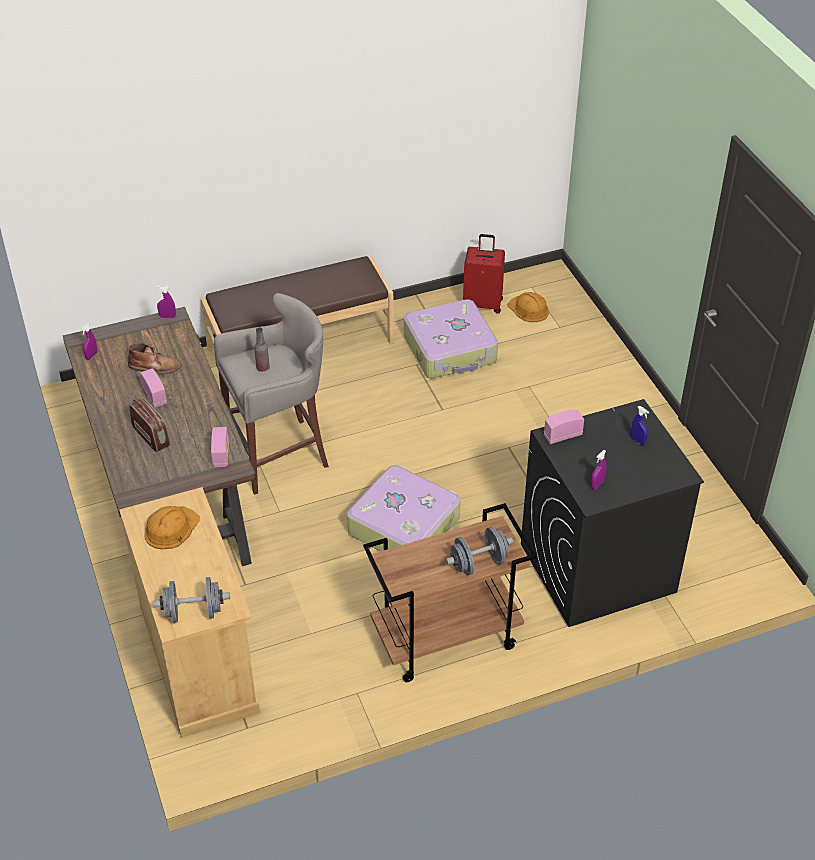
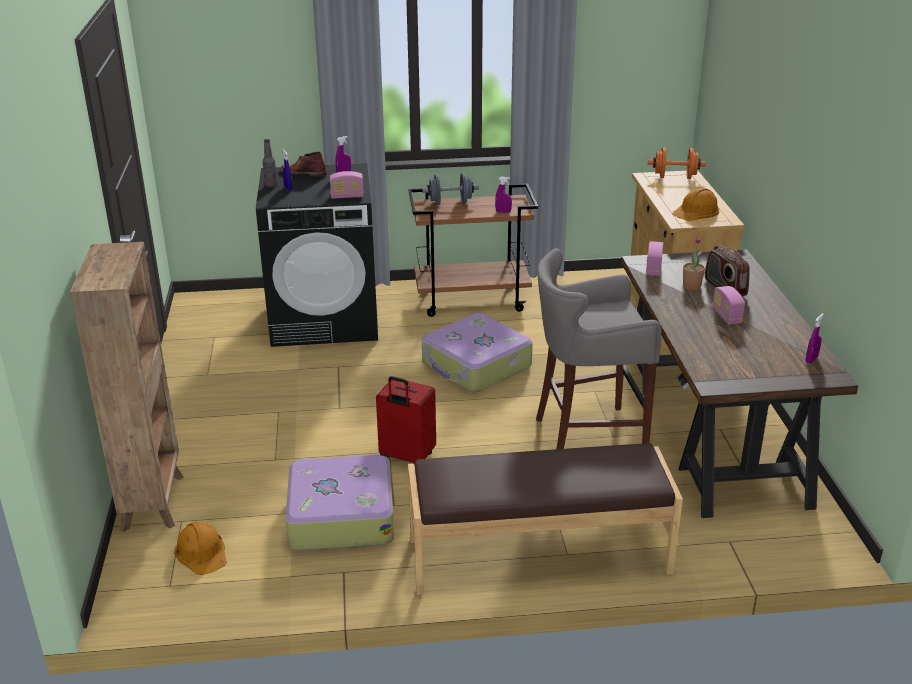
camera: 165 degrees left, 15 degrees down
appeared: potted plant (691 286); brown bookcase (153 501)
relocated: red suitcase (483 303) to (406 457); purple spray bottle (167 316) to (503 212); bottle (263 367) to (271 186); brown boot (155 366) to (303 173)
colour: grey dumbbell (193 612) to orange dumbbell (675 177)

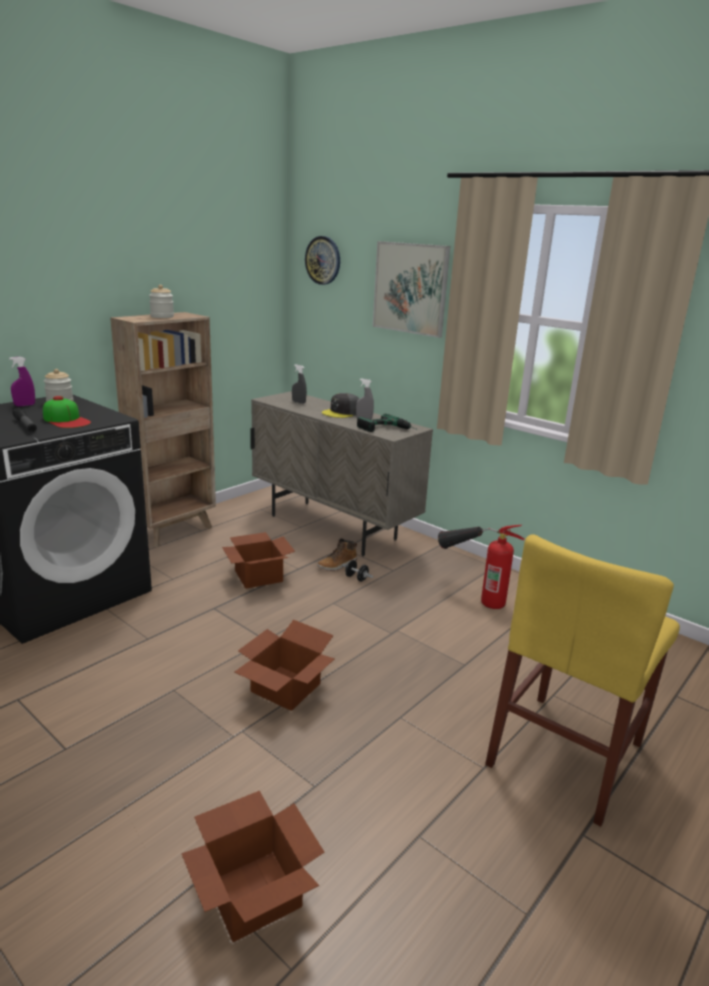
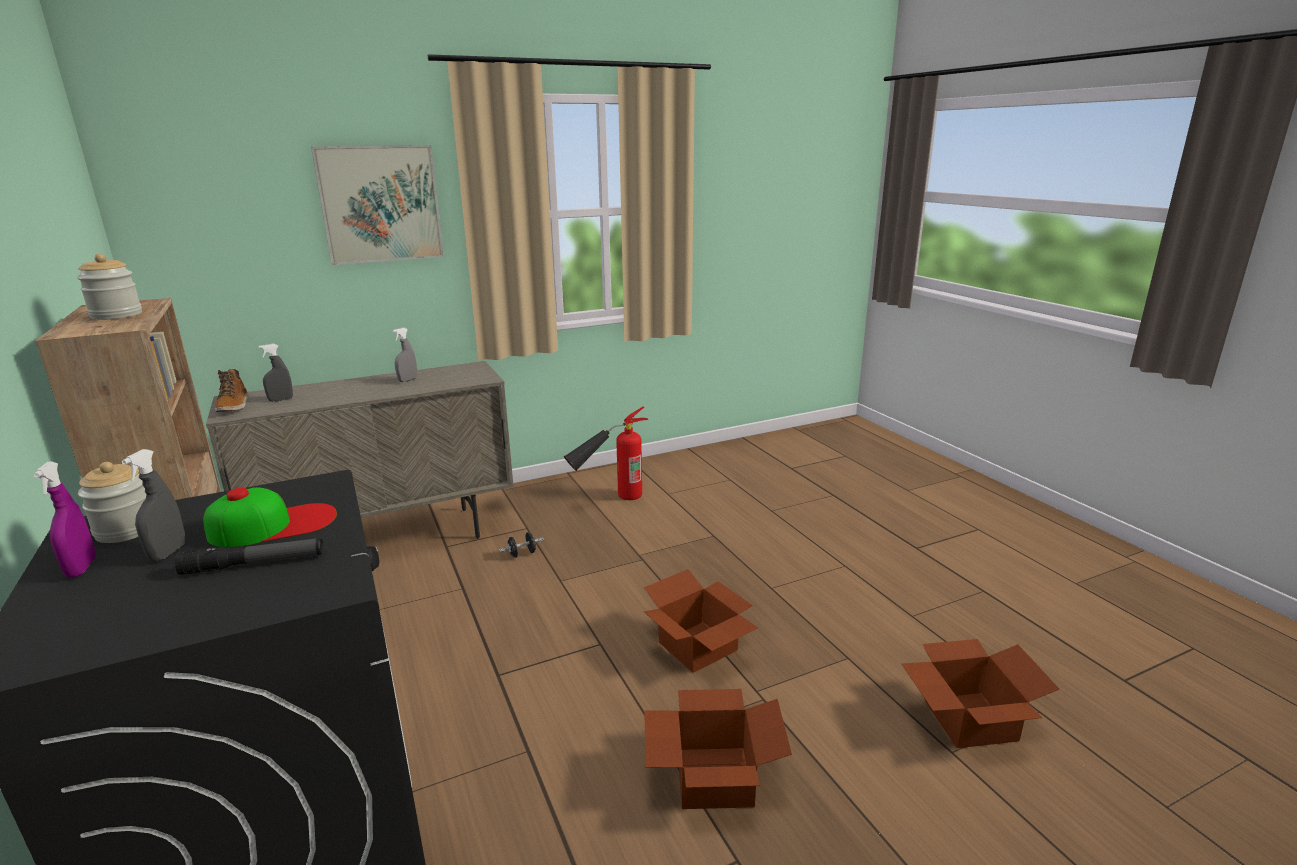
camera: 65 degrees left, 0 degrees up
missing: wall clock (323 260); grey cap (342 412); power drill (388 429); yellow chair (566 754)
appeared: grey spray bottle (168 553)
relocated: cardboard box (259 575) to (711 776); boot (337 565) to (233 405)

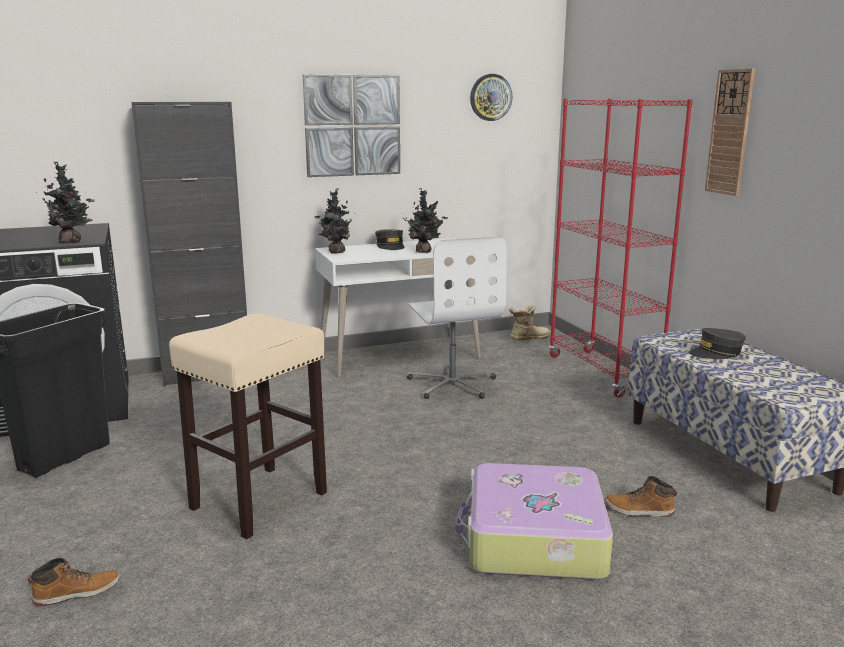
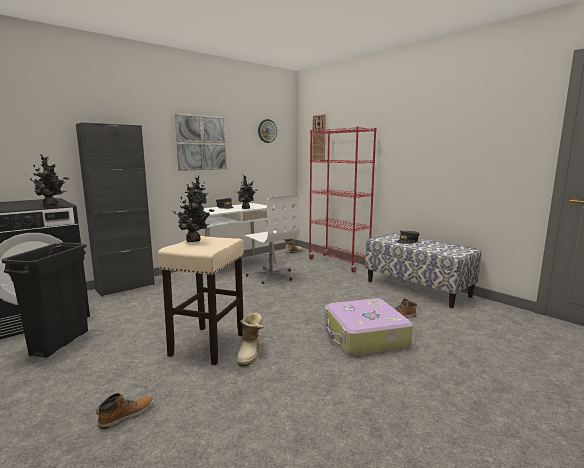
camera: 20 degrees left, 5 degrees down
appeared: potted plant (194 241); boot (250 354)
relocated: wall clock (730 132) to (319 138)

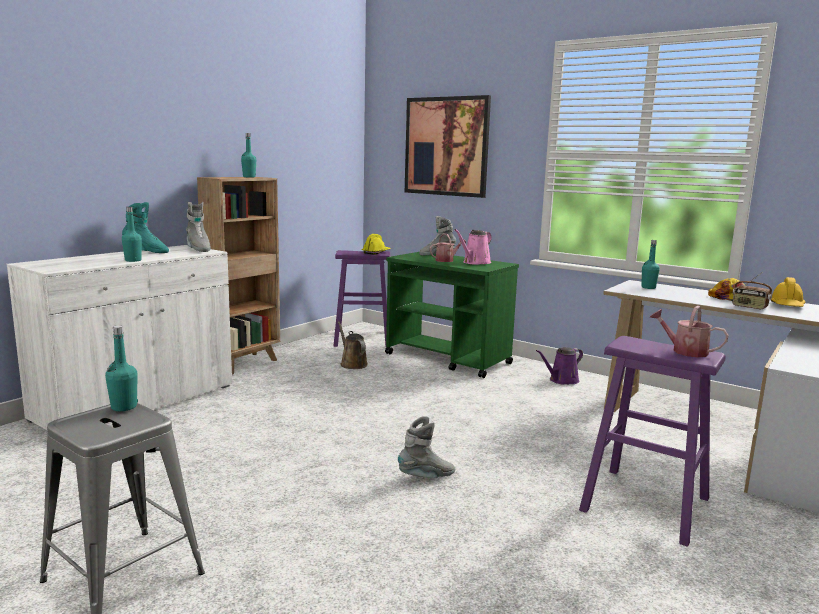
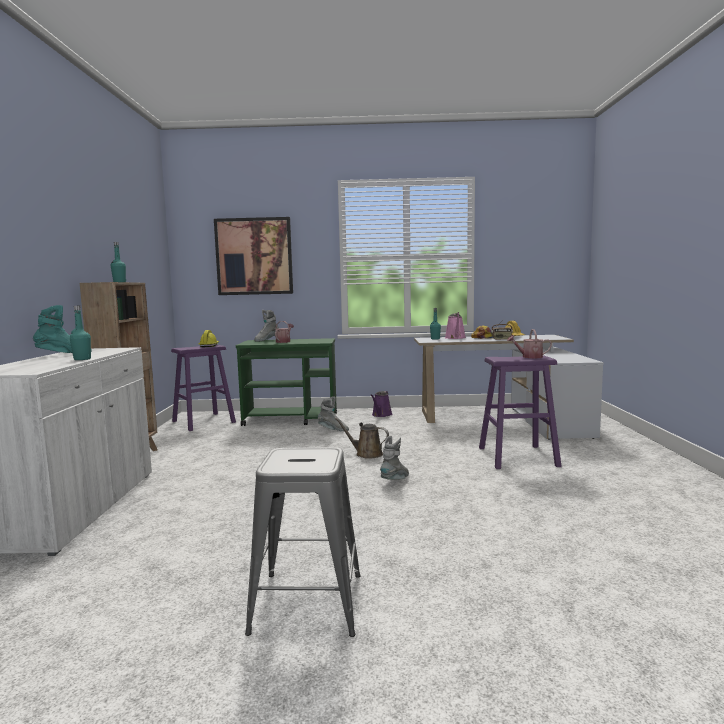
camera: 35 degrees left, 5 degrees down
missing: turquoise bottle (124 407)
relocated: grey boot (198 249) to (333 430); pink watering can (475 262) to (455 338); brown watering can (352 364) to (366 454)

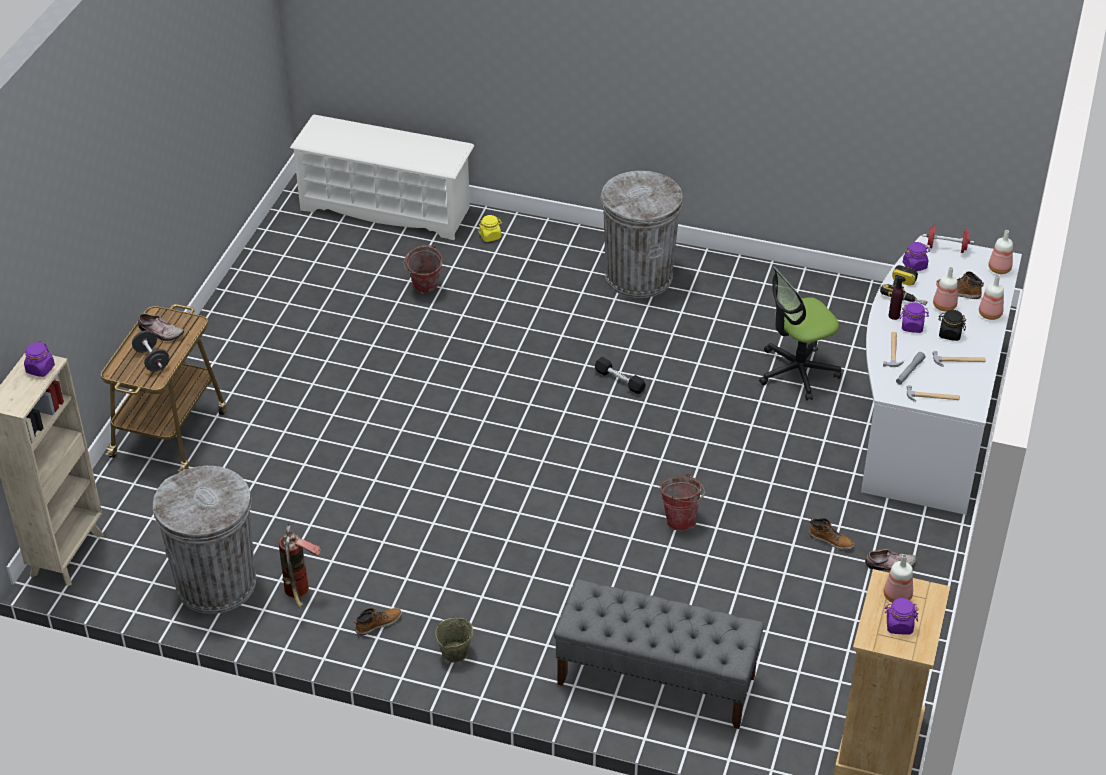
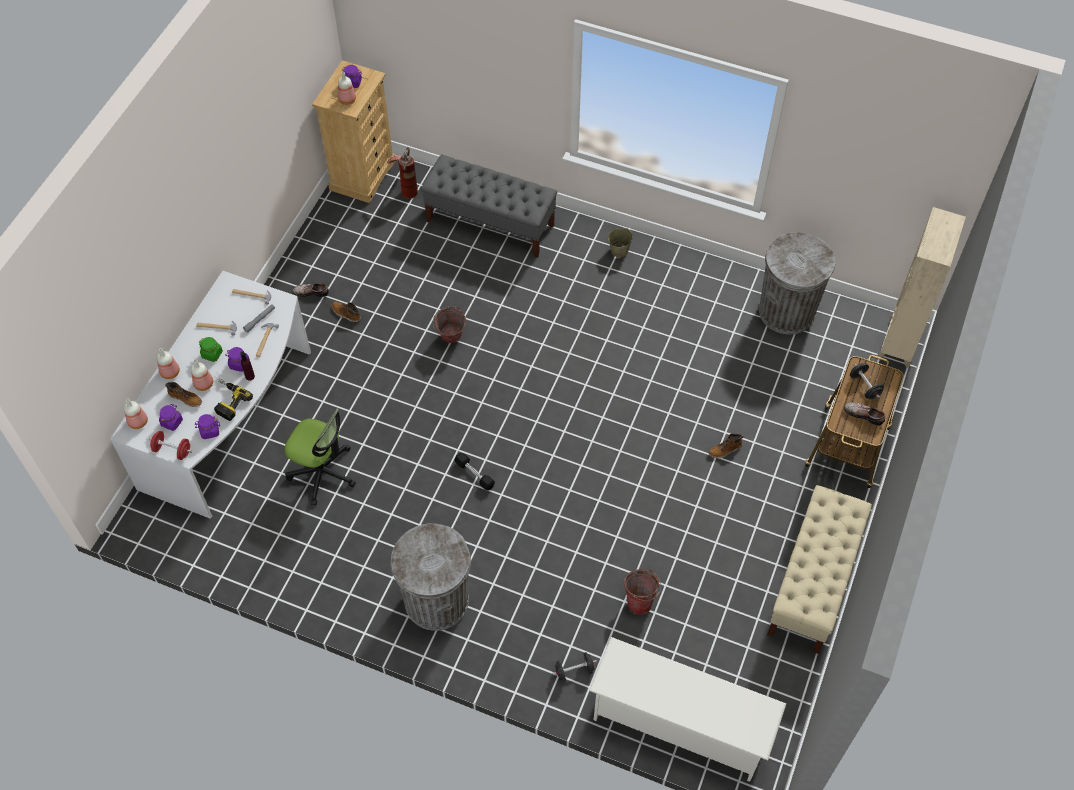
camera: 175 degrees left, 15 degrees up
appeared: beige bench (812 583)
relocated: purple jar (40 369) to (172 422); fire extinguisher (300 595) to (407 187); boot (378 623) to (725 450)
exchanged: yellow jar (490 236) to black dumbbell (574 671)
colour: black jar (949 334) to green jar (212 354)
spun: office chair (797 371) = (323 472) 45 degrees clockwise

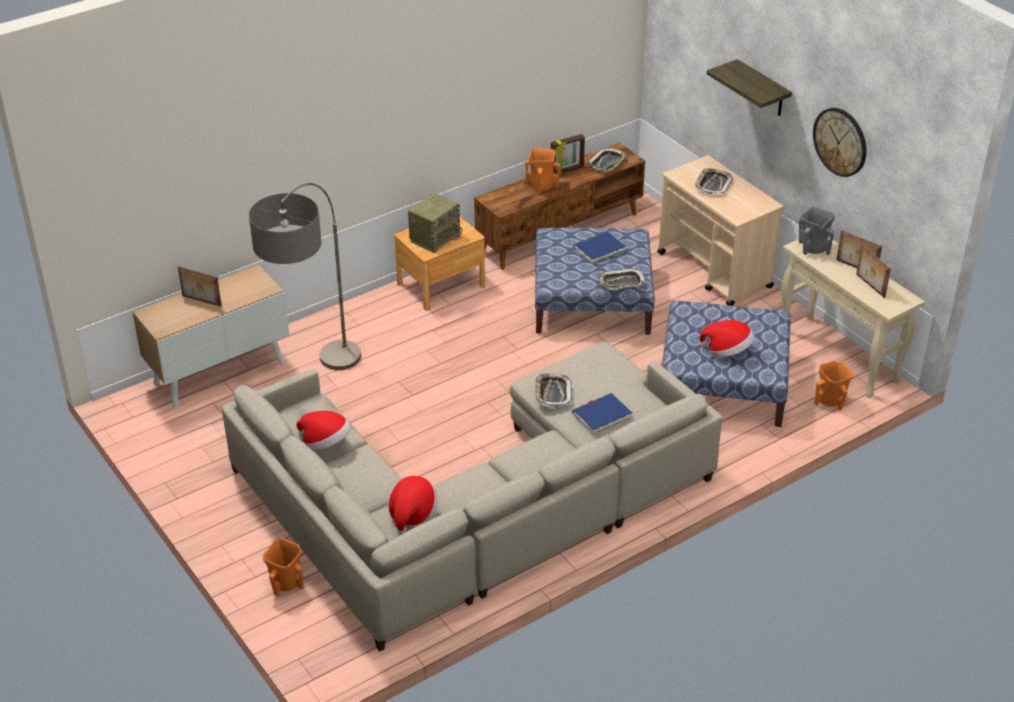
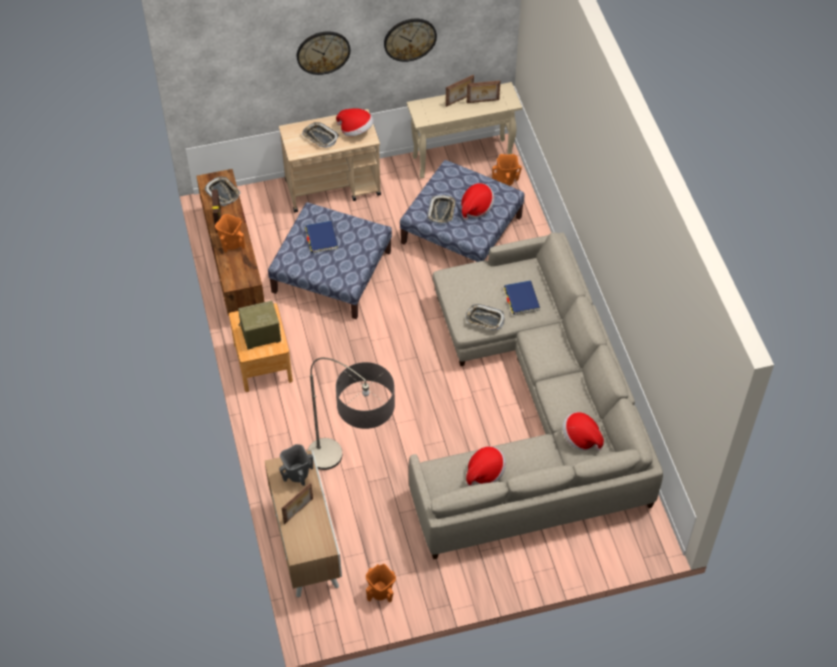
camera: 70 degrees left, 15 degrees up
appeared: hat (356 130)
relocated: grey vase (813 248) to (297 475); tray (621 283) to (442 211); orange vase (286 583) to (380 592)
exchanged: shelf (762 89) to wall clock (323 52)
spun: radio (435 238) = (260 335) 75 degrees counterclockwise

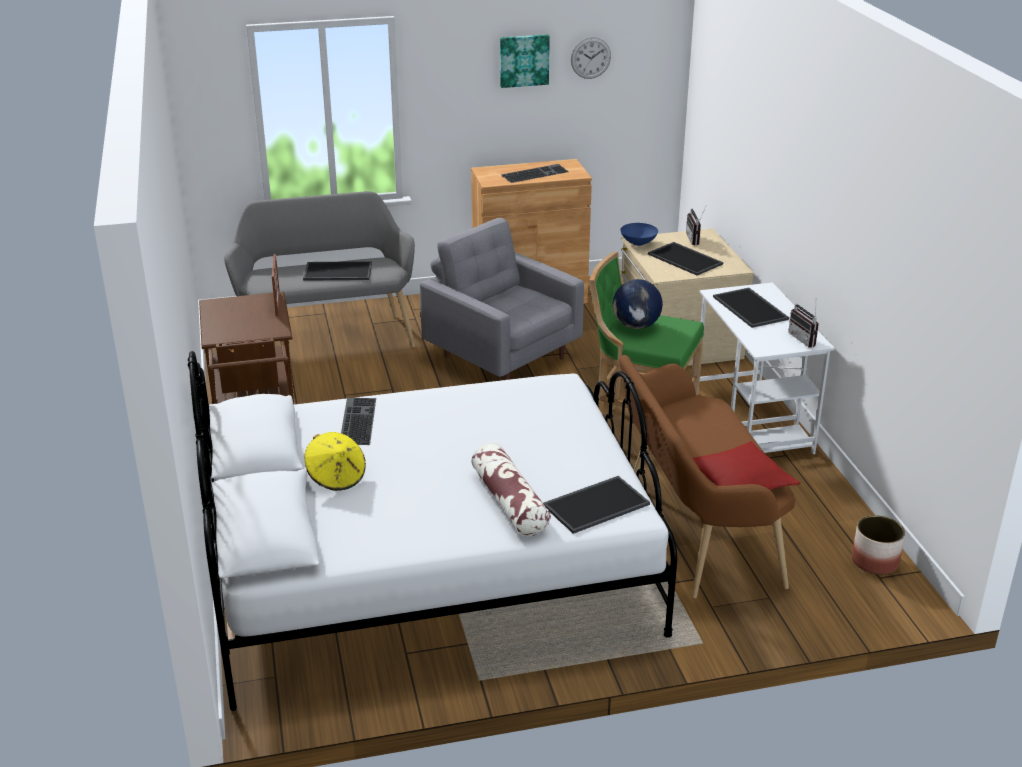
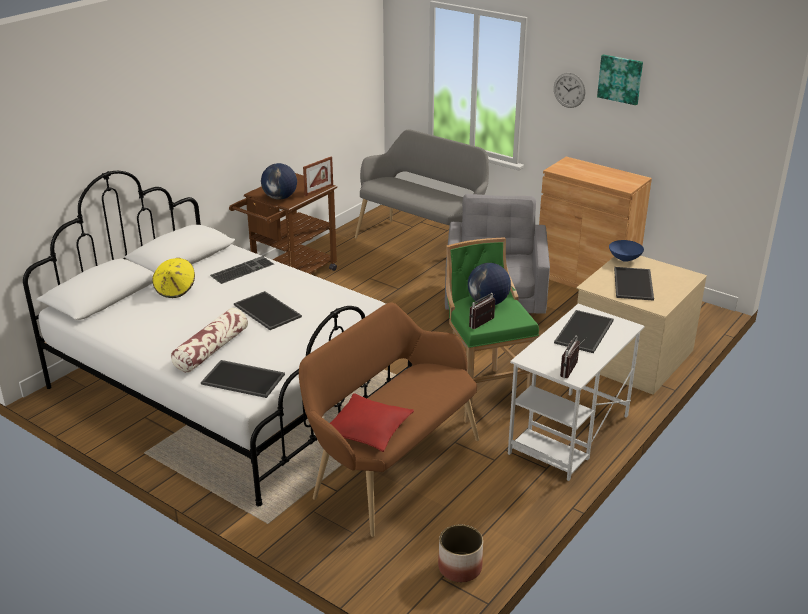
camera: 50 degrees right, 0 degrees up
missing: keyboard (535 173)
appeared: globe (280 198)
relocated: wall clock (590 58) to (569 90); radio (696 239) to (484 324); tray (337 272) to (266 311)

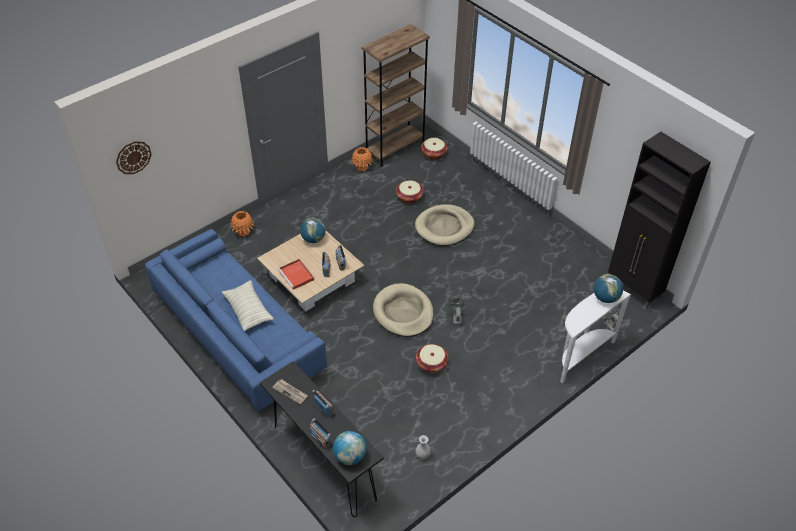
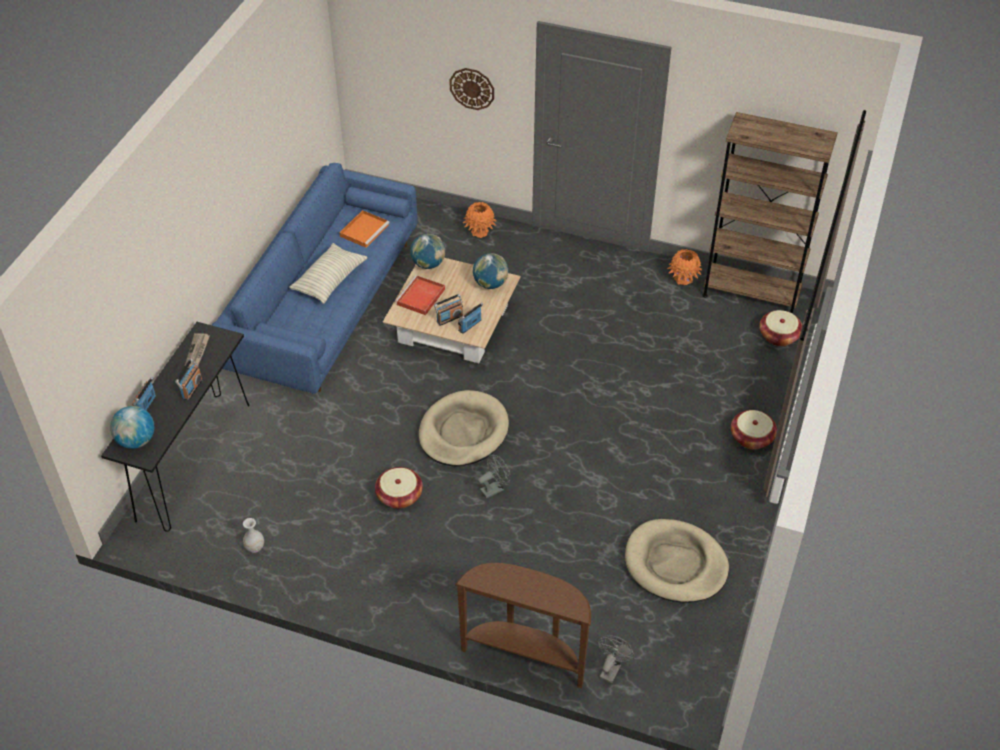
camera: 60 degrees right, 0 degrees up
missing: black cabinet (634 289)
appeared: orange tray (364 230)
relocated: wall clock (133 157) to (472 88); basket (409 197) to (751 438); beige dog bed (444 227) to (675 564); globe (605 298) to (428 264)
colour: white console table (581 356) to brown console table (526 655)

